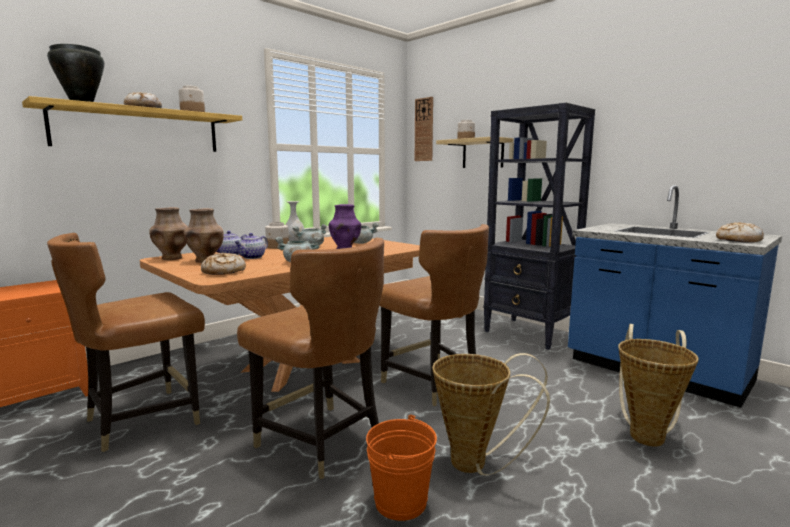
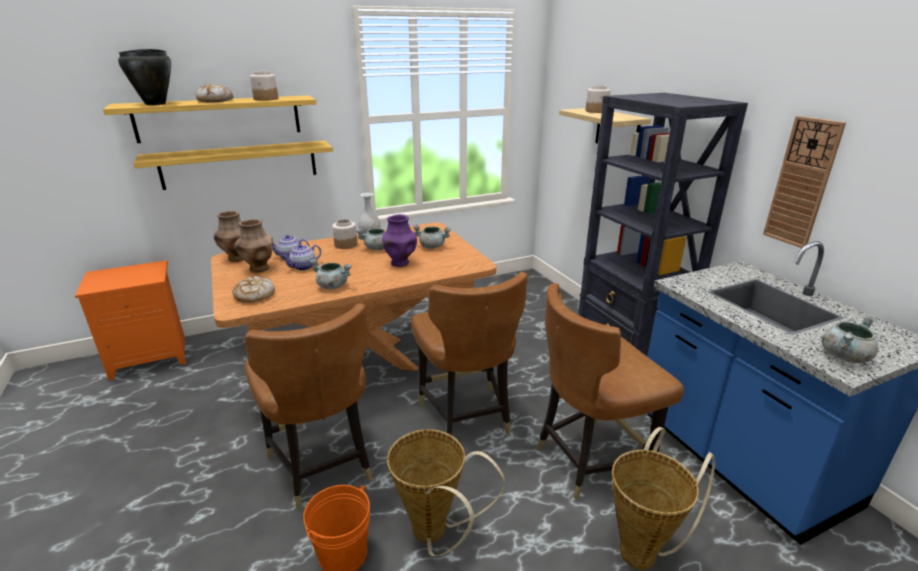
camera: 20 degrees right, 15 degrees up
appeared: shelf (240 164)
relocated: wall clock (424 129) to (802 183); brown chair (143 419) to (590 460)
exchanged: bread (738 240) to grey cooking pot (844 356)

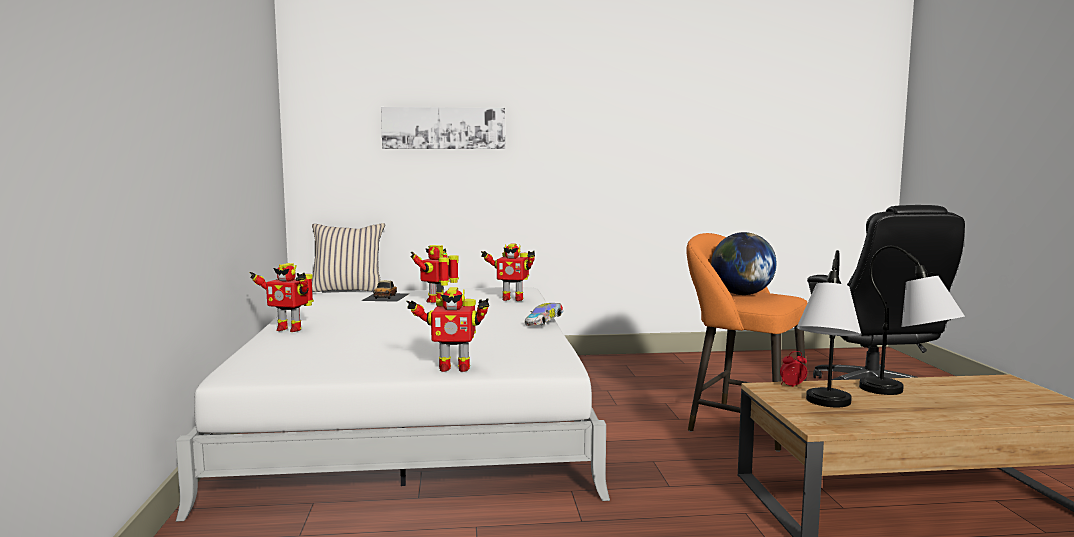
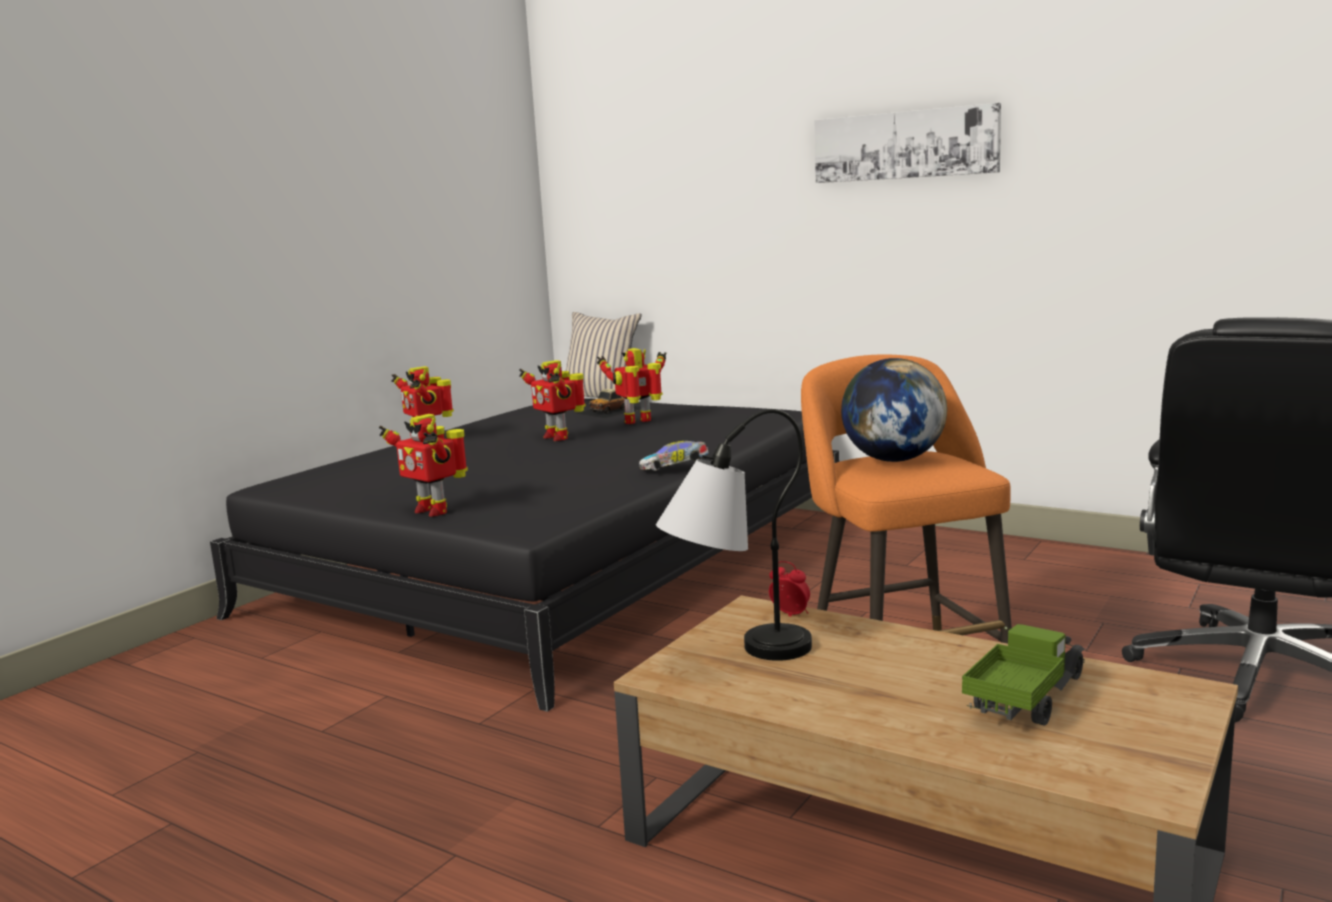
camera: 40 degrees right, 5 degrees up
missing: table lamp (907 396)
appeared: toy truck (1026 698)
relocated: picture (443 128) to (905 145); toy robot (512 299) to (557 437)
colour: white bed (415 415) to black bed (559 562)

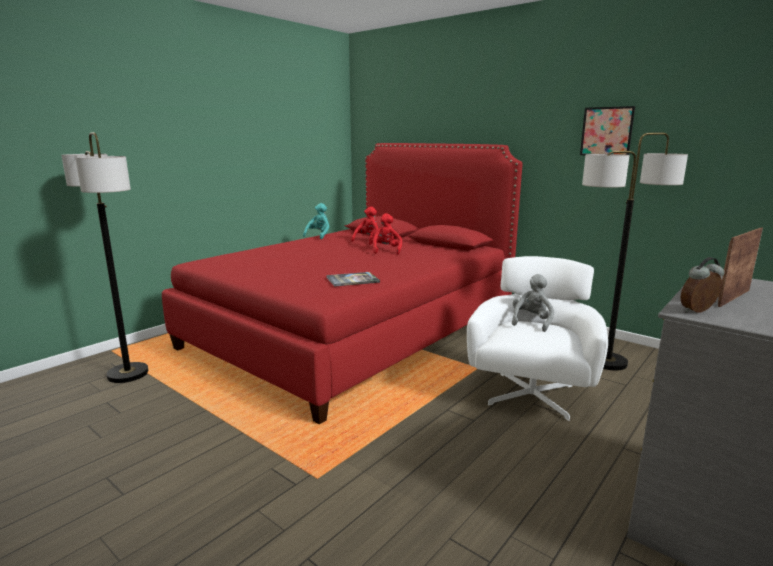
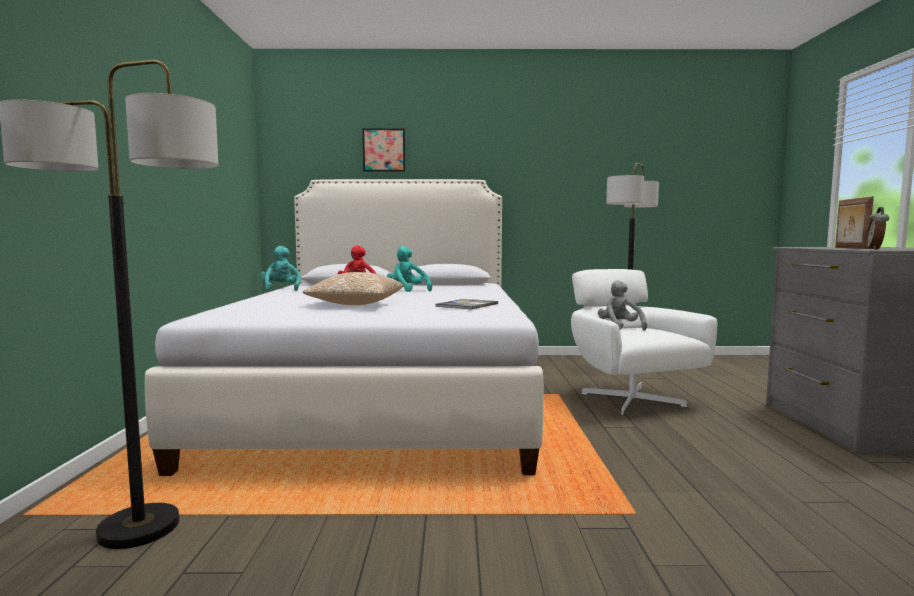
camera: 40 degrees left, 10 degrees down
appeared: pillow (356 304)
relocated: picture (606 131) to (384 150)
colour: red bed (354 331) to white bed (382 397); red plush toy (385 251) to turquoise plush toy (407 290)

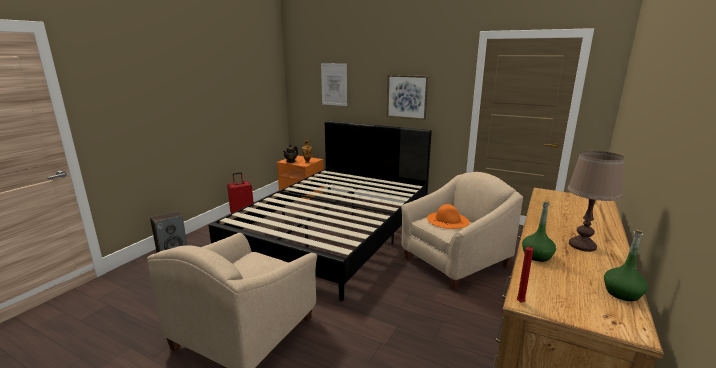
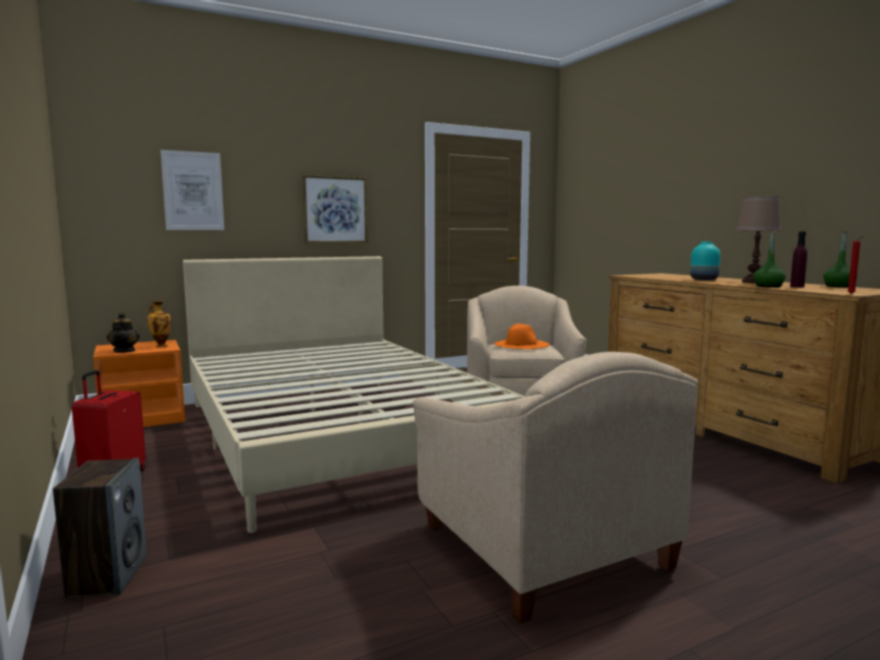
camera: 55 degrees left, 10 degrees down
appeared: purple bottle (797 287); turquoise vase (704 279)
colour: black bed (334 232) to beige bed (336 432)

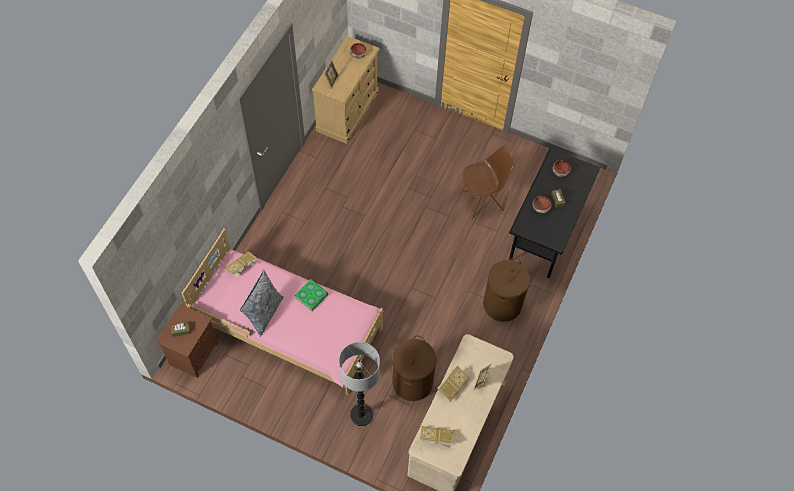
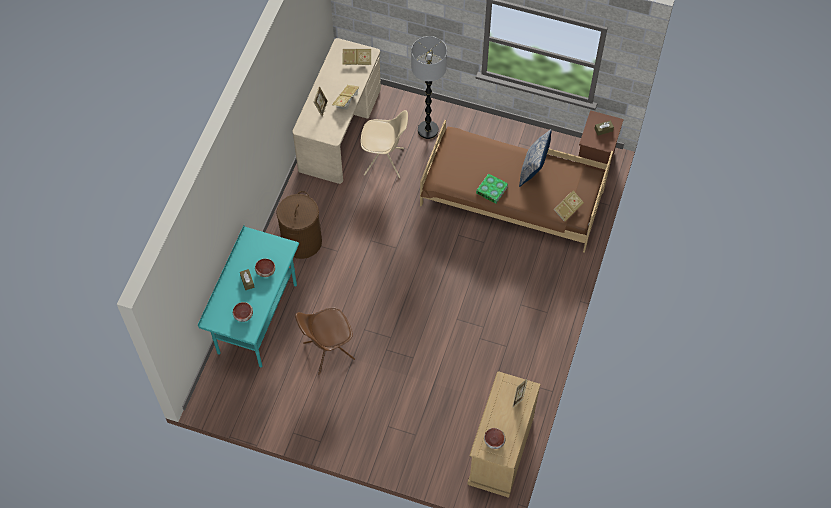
camera: 175 degrees right, 0 degrees up
exchanged: brown laundry basket (412 382) to beige chair (385 162)
colour: black desk (545 235) to turquoise desk (257 319); pink bed (289 325) to brown bed (511 198)

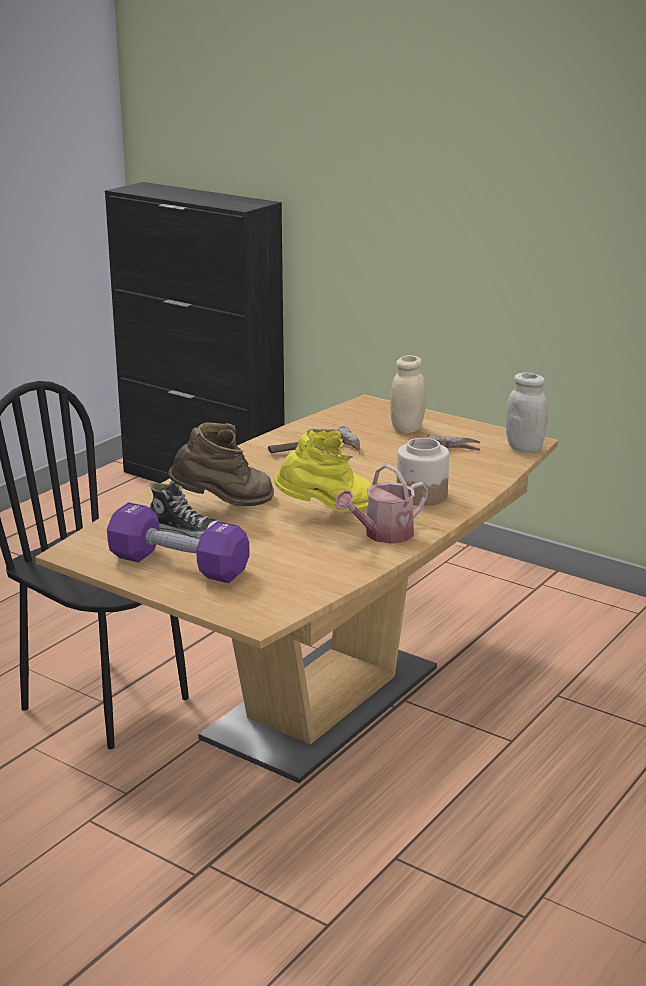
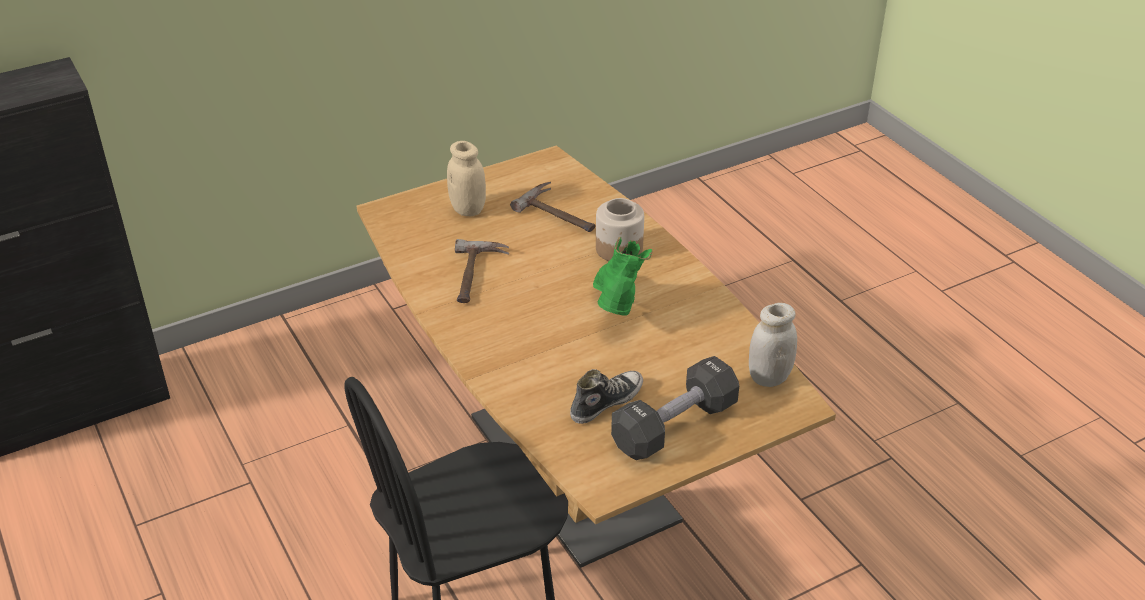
camera: 65 degrees left, 15 degrees up
missing: brown boot (224 505); watering can (383 535)
relocated: white jar (524 448) to (769 377)
colour: yellow boot (327 511) to green boot (617 309); purple dumbbell (178 565) to black dumbbell (674 425)

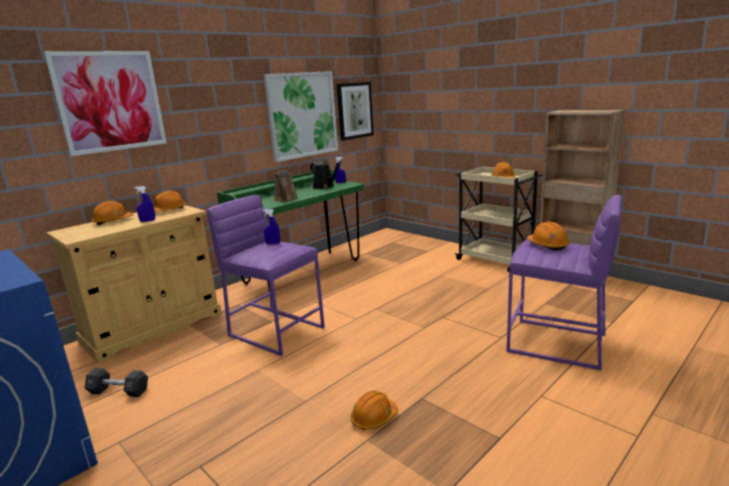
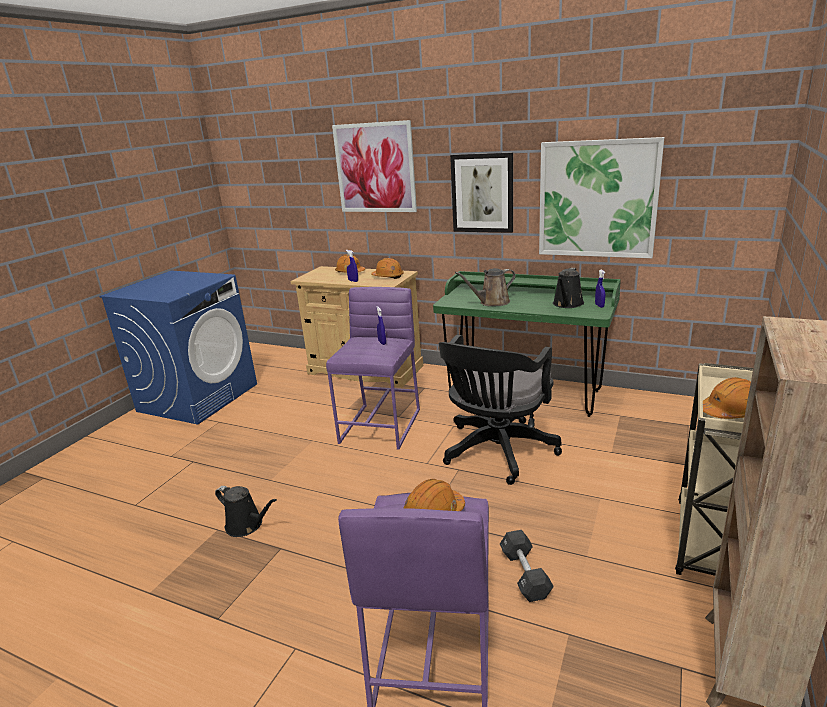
camera: 70 degrees right, 5 degrees up
appeared: black office chair (496 453)
relocated: picture (354 110) to (482 193); black dumbbell (119 391) to (525 574)
exchanged: orange hard hat (374 418) to black watering can (247 525)

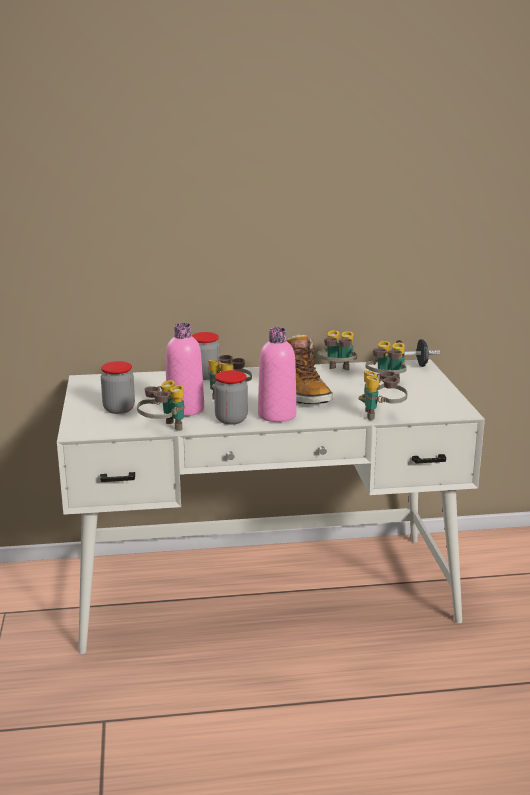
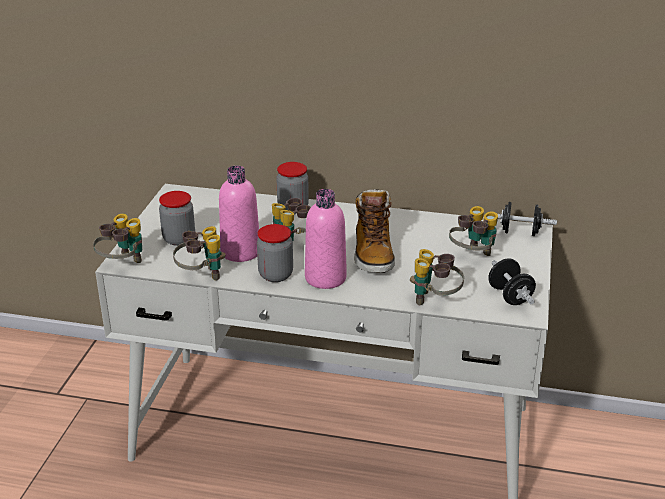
camera: 20 degrees right, 10 degrees up
appeared: black dumbbell (510 296)
relocated: binoculars (337 373) to (123 264)

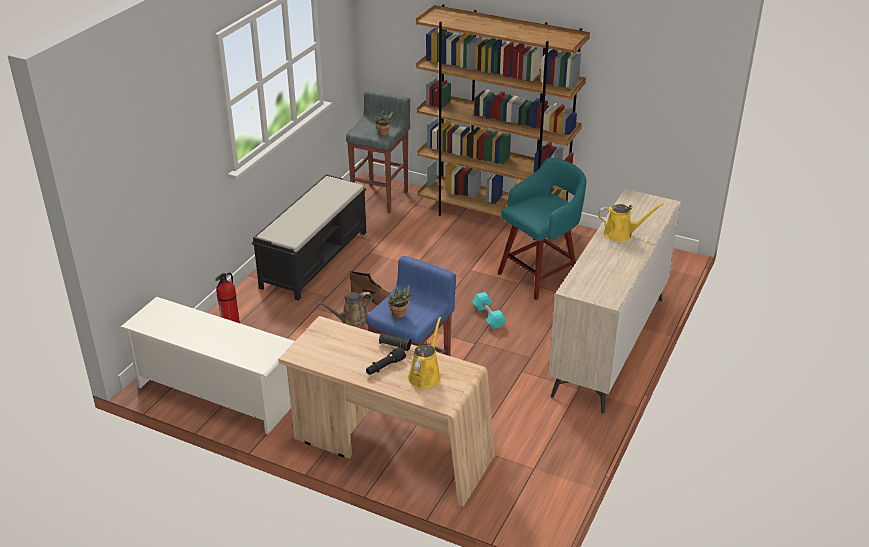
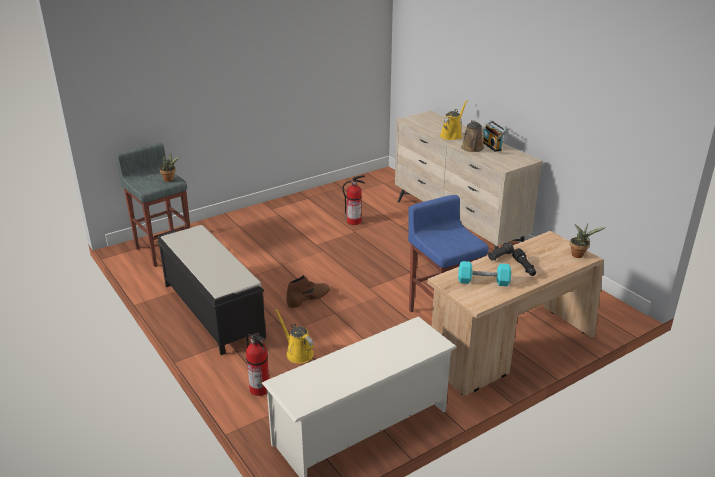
camera: 60 degrees left, 5 degrees down
missing: brown bookcase (494 217)
appeared: radio (492 146)
relocated: potted plant (400 315) to (579 254); brown watering can (352 320) to (473 148); turquoise dumbbell (488 317) to (483 281); yellow watering can (425 375) to (297 353)
exchanged: turquoise stool (540 275) to fire extinguisher (354 221)

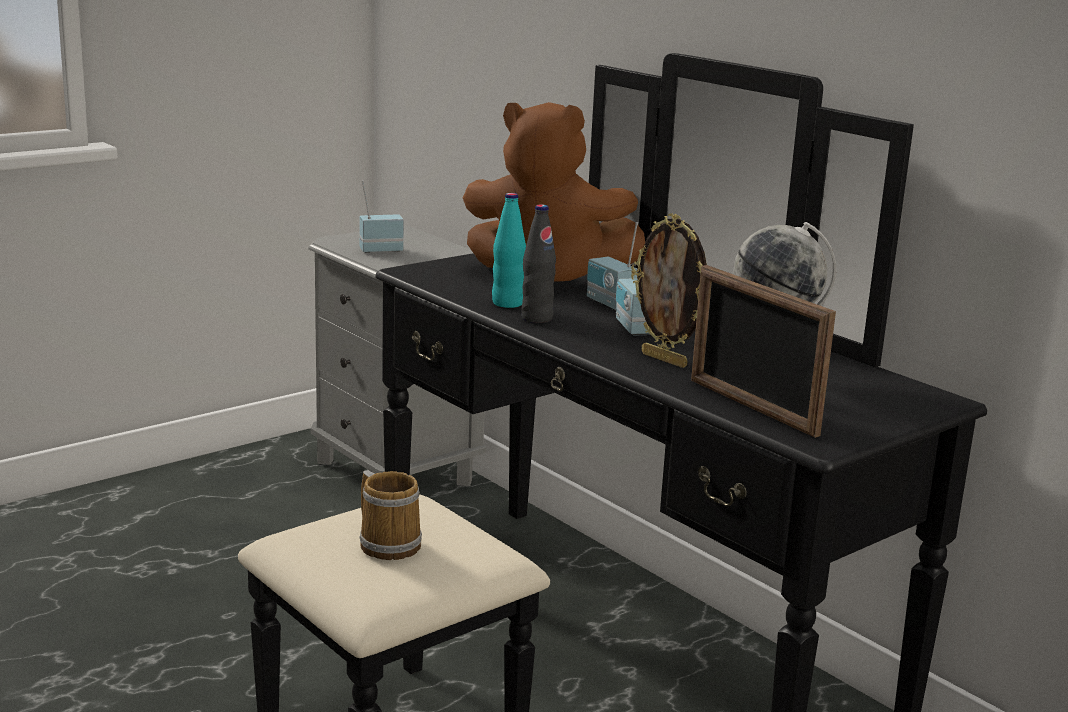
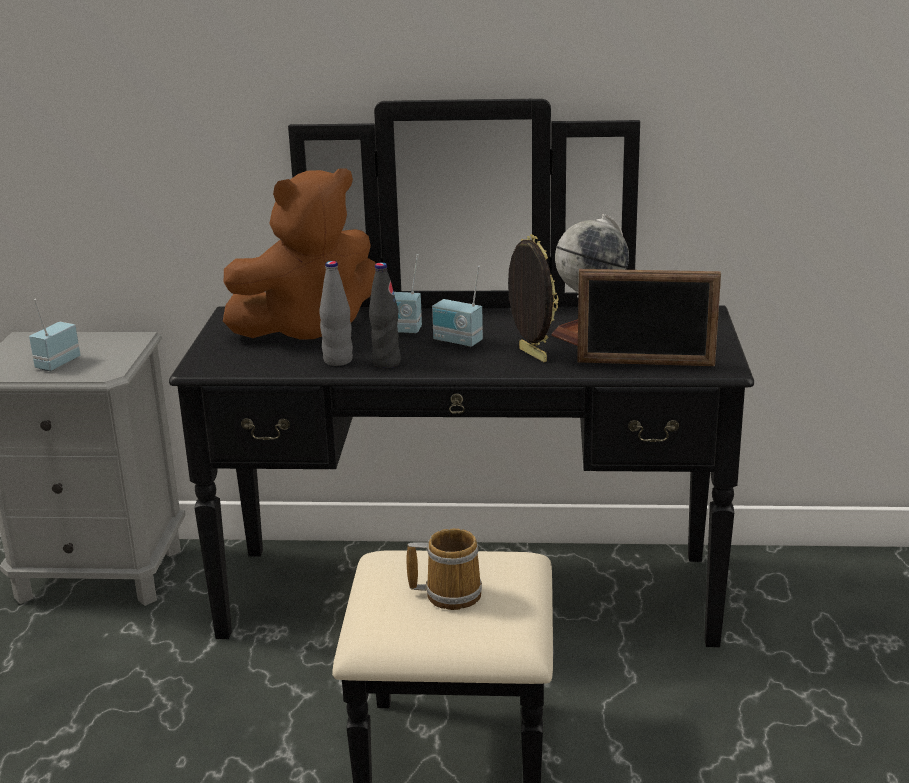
camera: 45 degrees left, 5 degrees up
colour: turquoise bottle (507 303) to grey bottle (338 361)
spun: picture frame (665 360) = (530 355) 120 degrees counterclockwise

